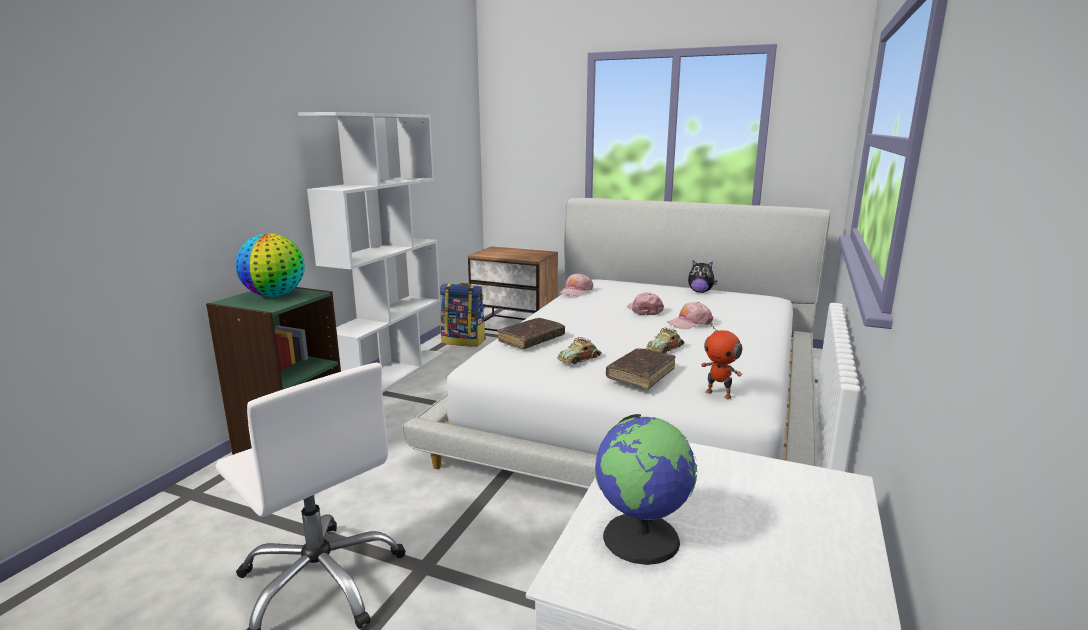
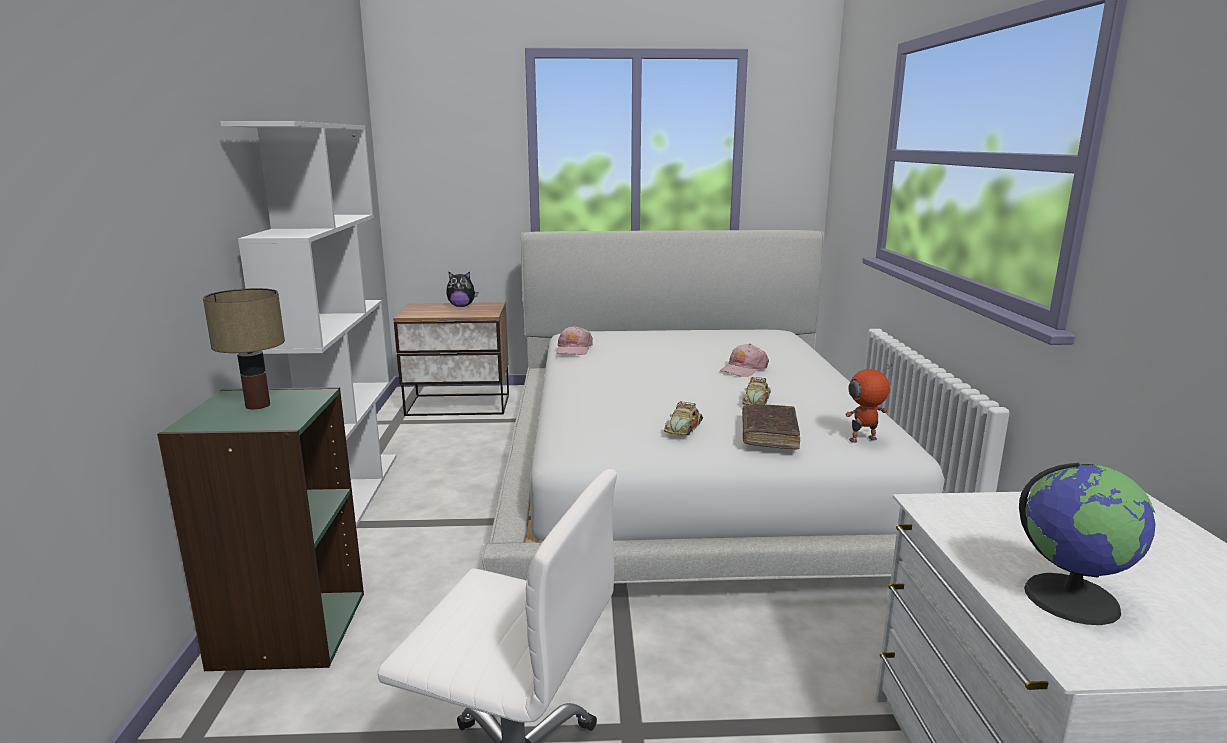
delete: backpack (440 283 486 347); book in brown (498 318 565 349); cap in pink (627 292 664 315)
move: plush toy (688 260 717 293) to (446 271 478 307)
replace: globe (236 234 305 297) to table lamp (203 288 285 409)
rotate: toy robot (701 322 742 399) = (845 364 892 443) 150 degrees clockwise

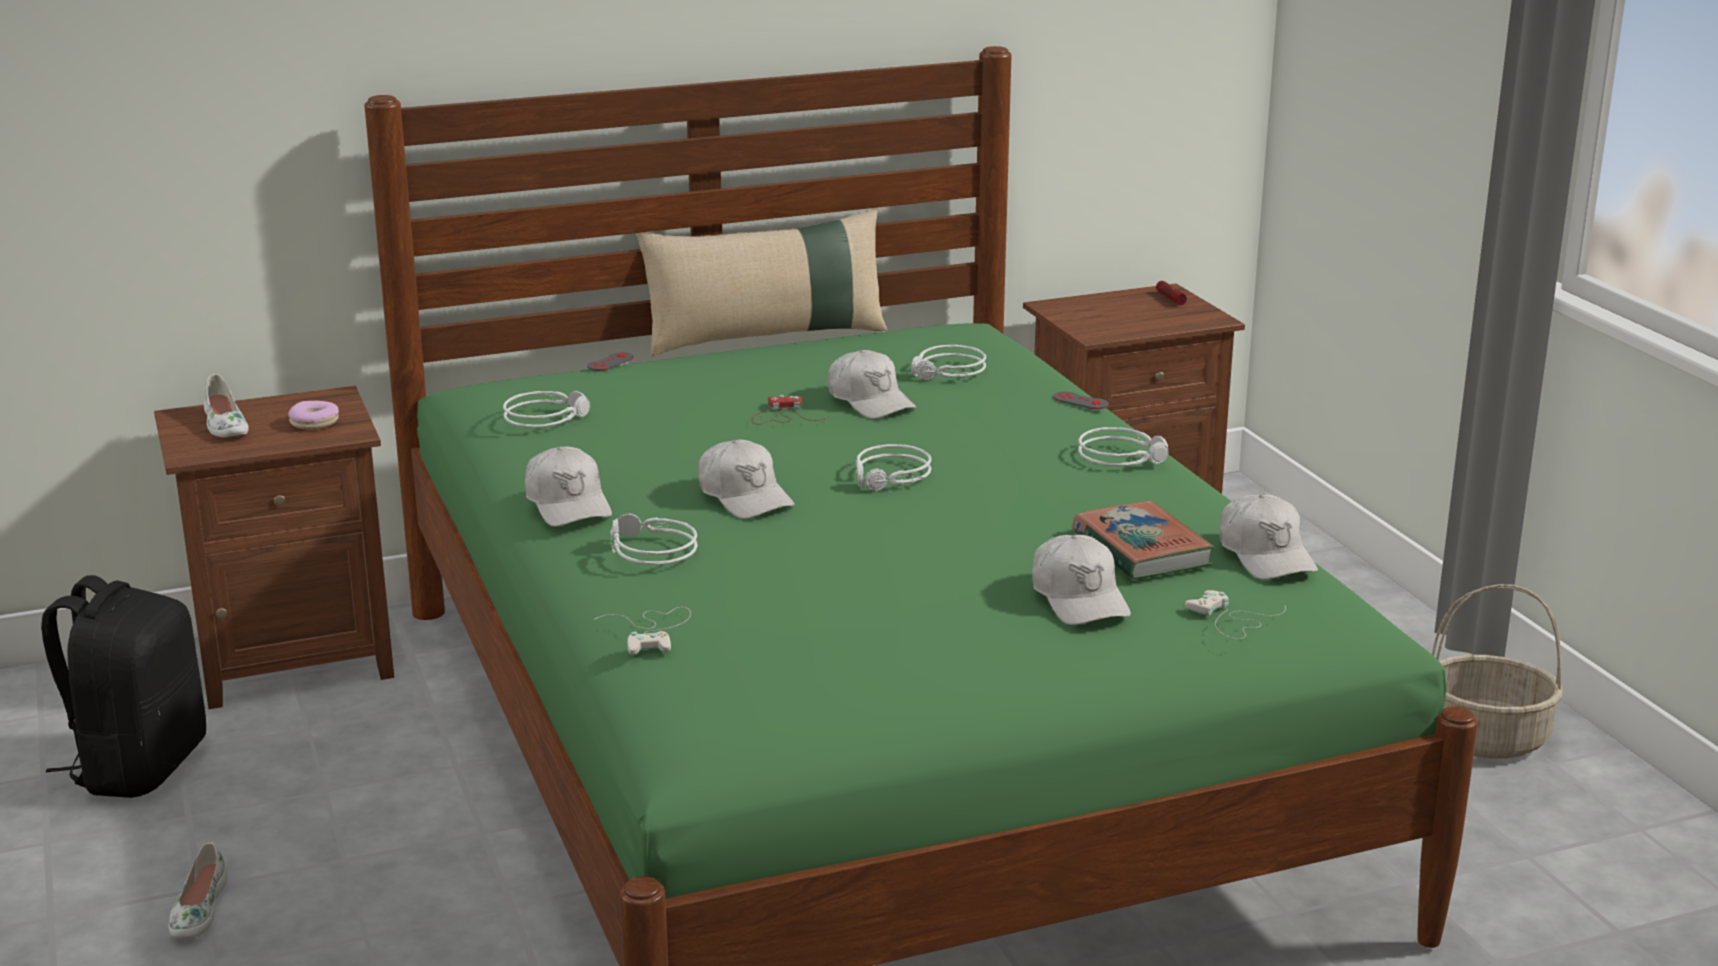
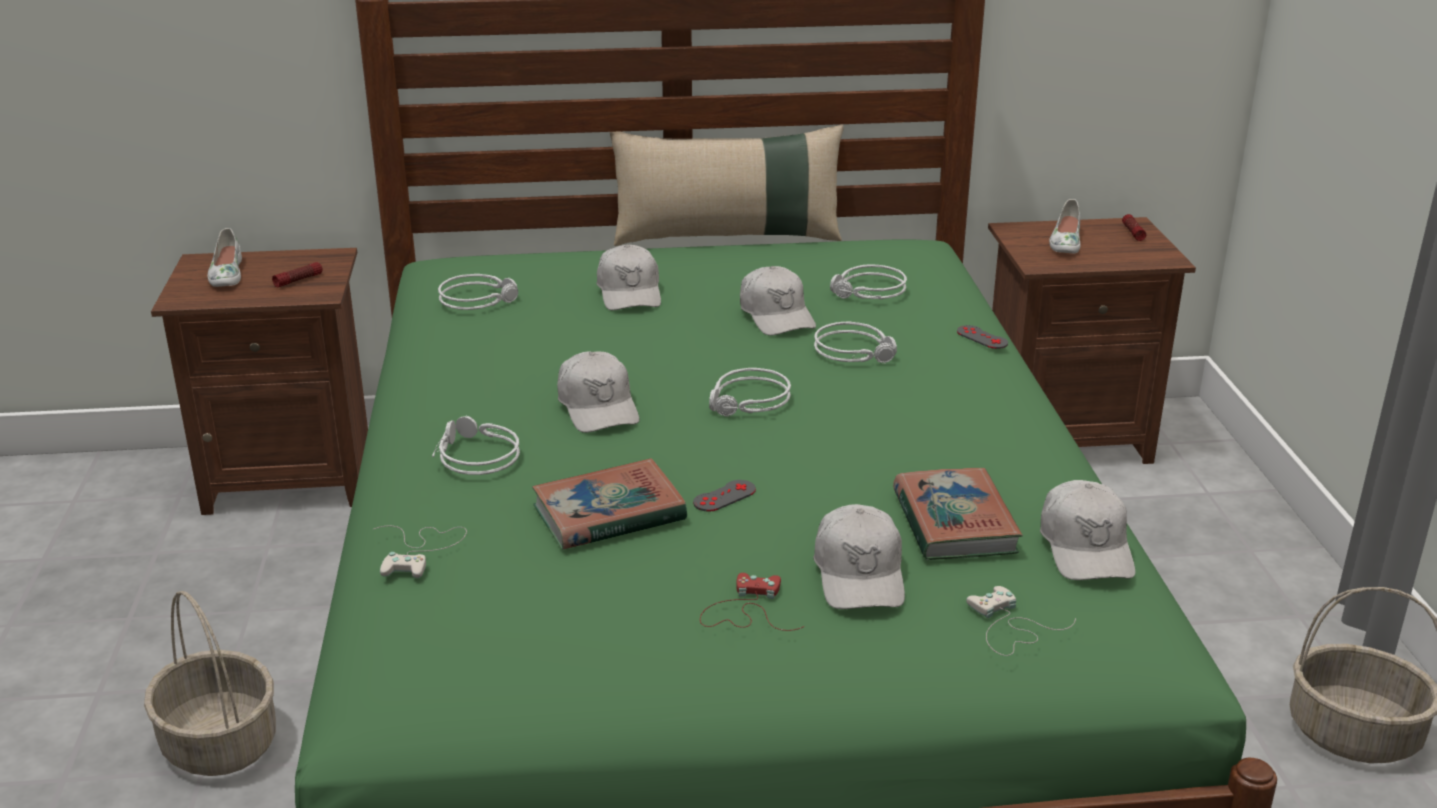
delete: backpack in black (41 575 206 798)
insert: basket (144 591 276 776); book (532 458 687 550)
move: cap in white (525 446 612 527) to (596 244 661 310); game controller in grey (587 352 633 371) to (693 480 756 511); game controller in red (751 395 830 424) to (700 573 804 631); headphones in grey (1078 427 1169 466) to (814 322 897 363); shoe in white (168 842 227 939) to (1049 199 1081 254)
replace: donut (288 401 339 430) to flashlight (272 262 323 287)

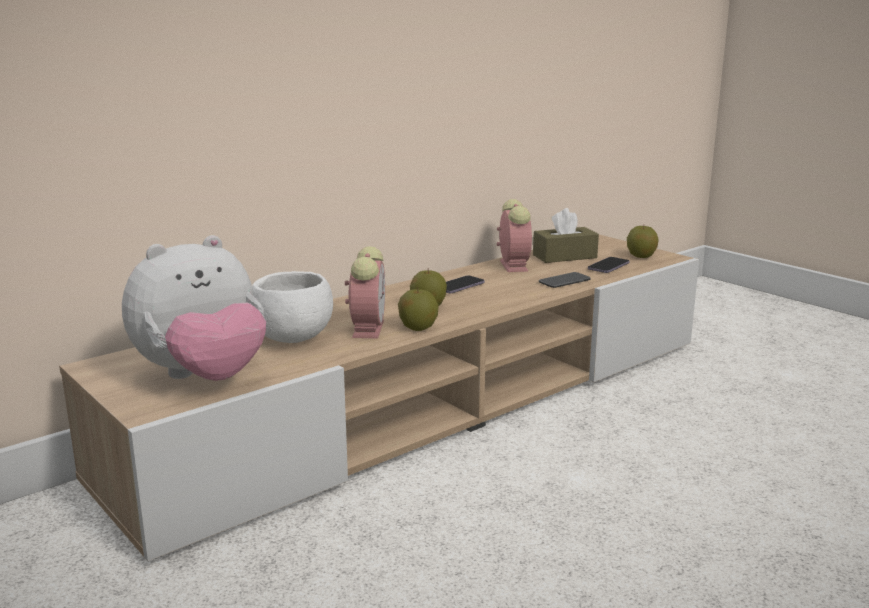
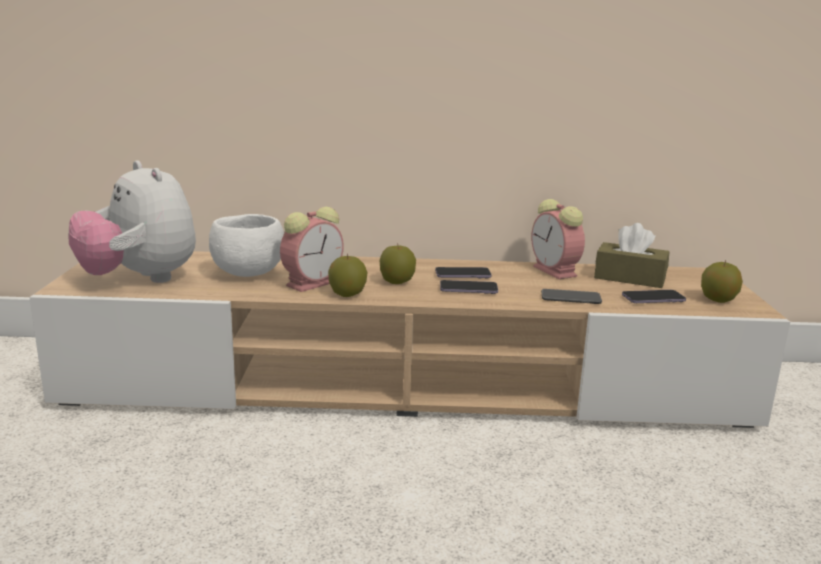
insert: phone (440 280 498 294)
rotate: plush toy (122 235 266 381) = (69 160 196 283) 45 degrees clockwise; alarm clock (497 199 532 272) = (531 199 585 279) 120 degrees clockwise

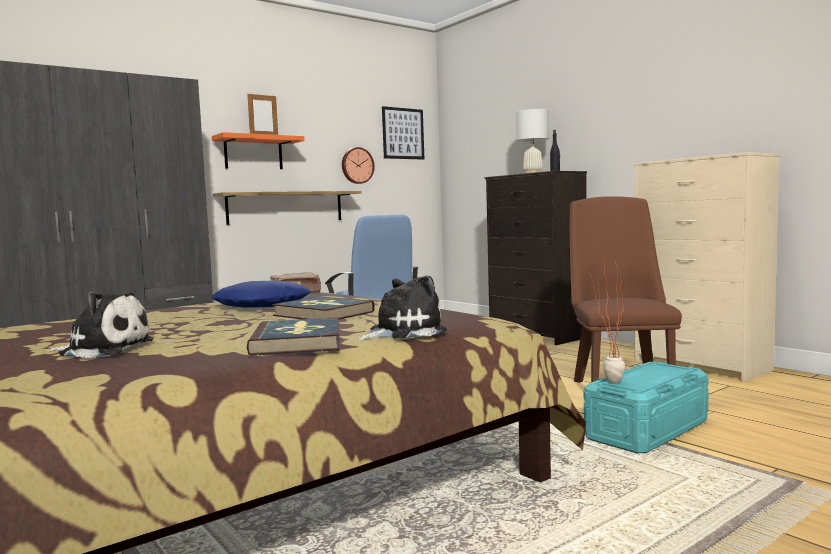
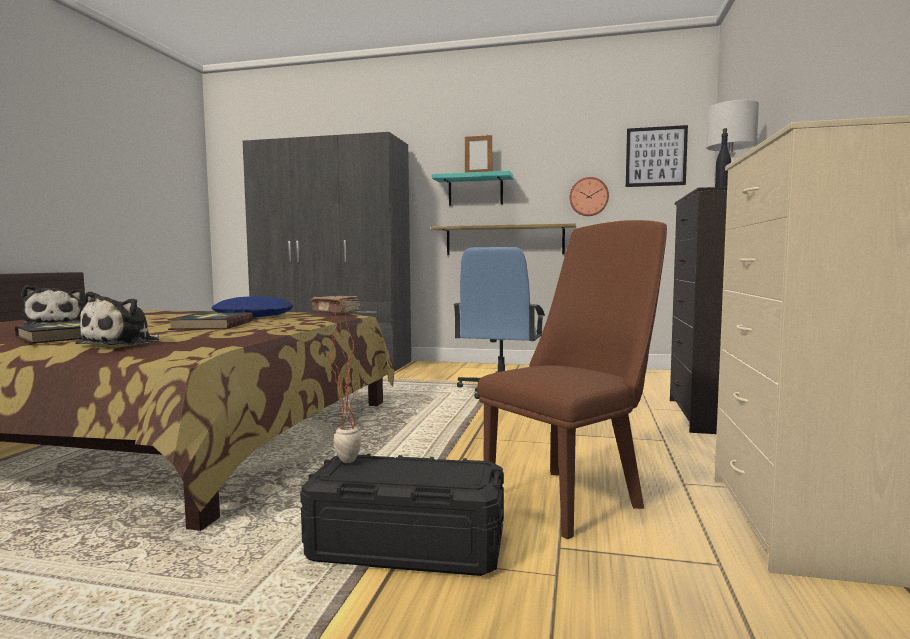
recolor: storage box in turquoise (584 362 709 453) to storage box in black (300 454 504 576); shelf in orange (212 132 305 169) to shelf in turquoise (432 171 514 206)
rotate: plush toy (357 275 447 340) = (76 291 160 345) 90 degrees clockwise

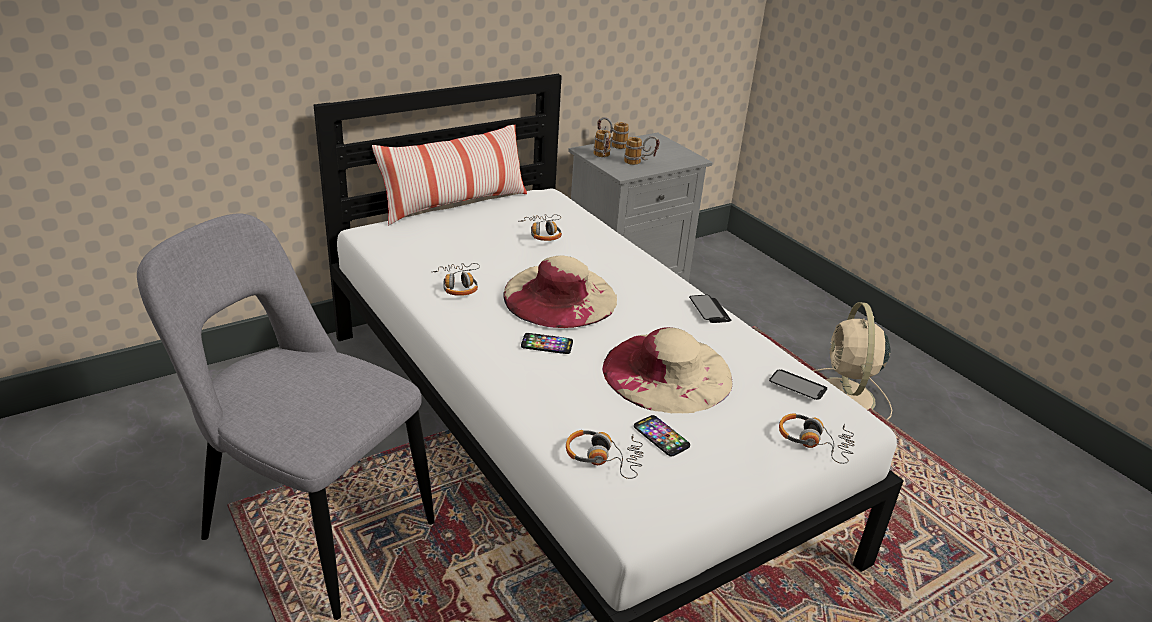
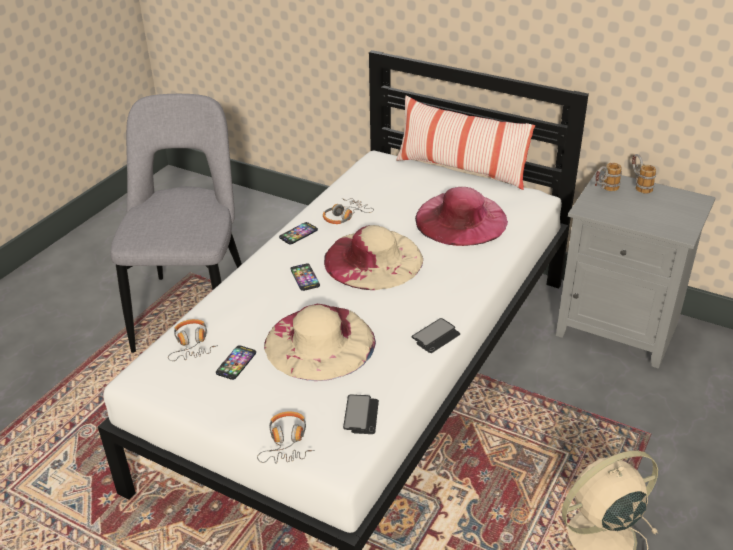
delete: mug (624 136 660 165)
insert: phone (279 222 318 245)
replace: headphones (521 214 562 241) to hat in pink (415 187 508 246)

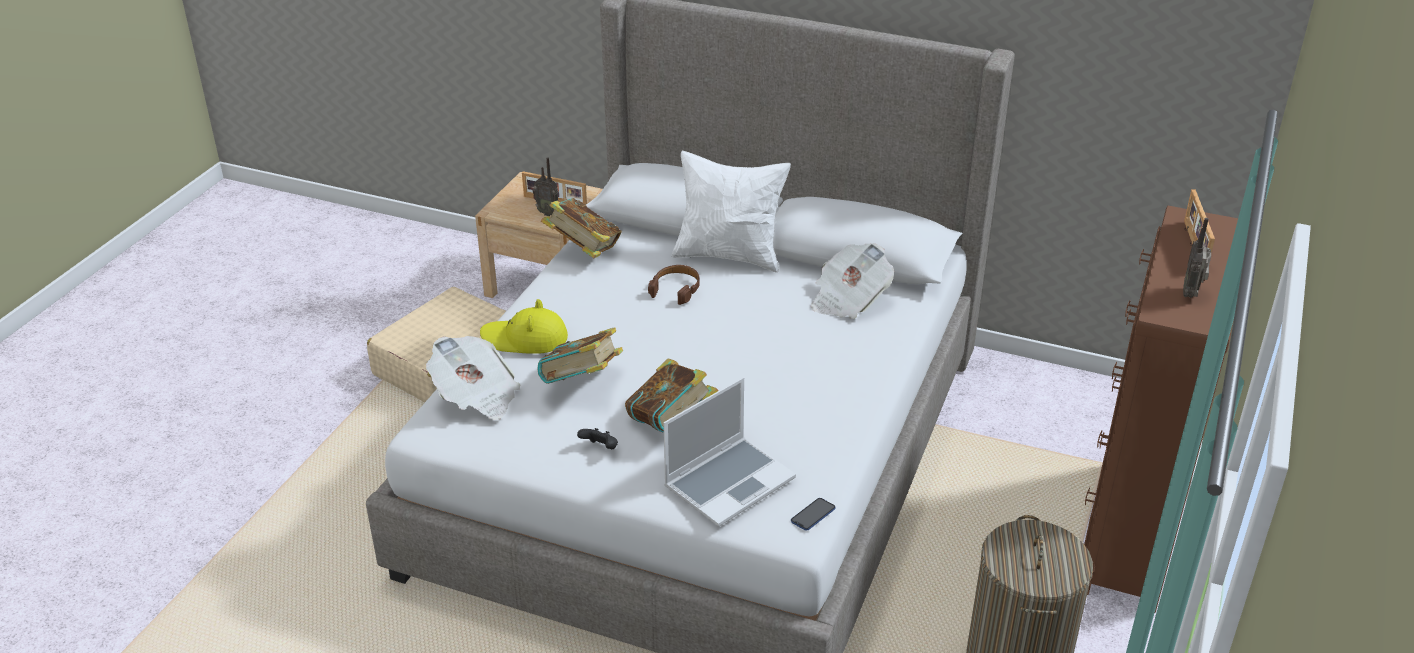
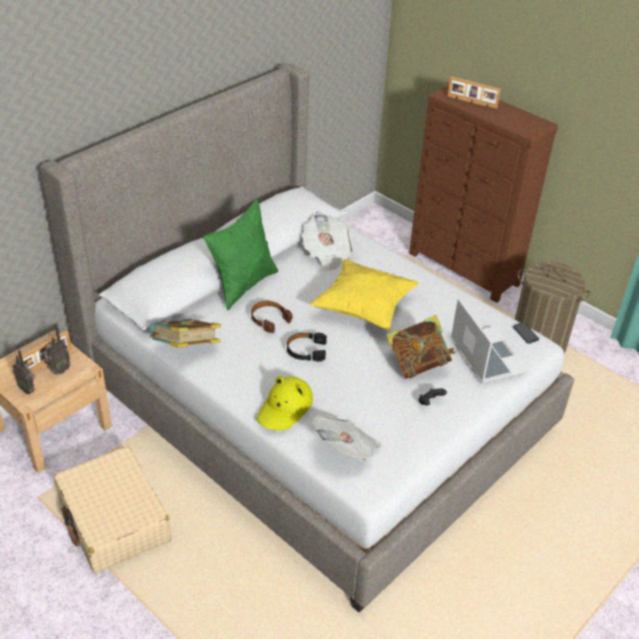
delete: book (537 327 623 384)
insert: headphones in black (287 333 327 362); pillow in yellow (310 259 419 330)
move: radio (1183 218 1211 298) to (12 350 35 394)
recolor: pillow in white (672 151 791 273) to pillow in green (203 199 278 310)

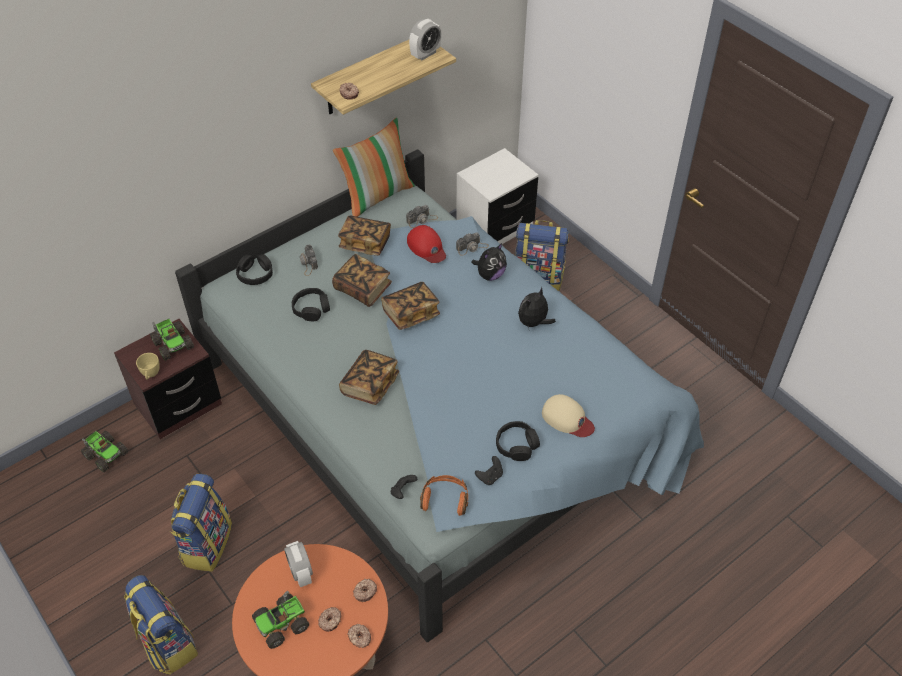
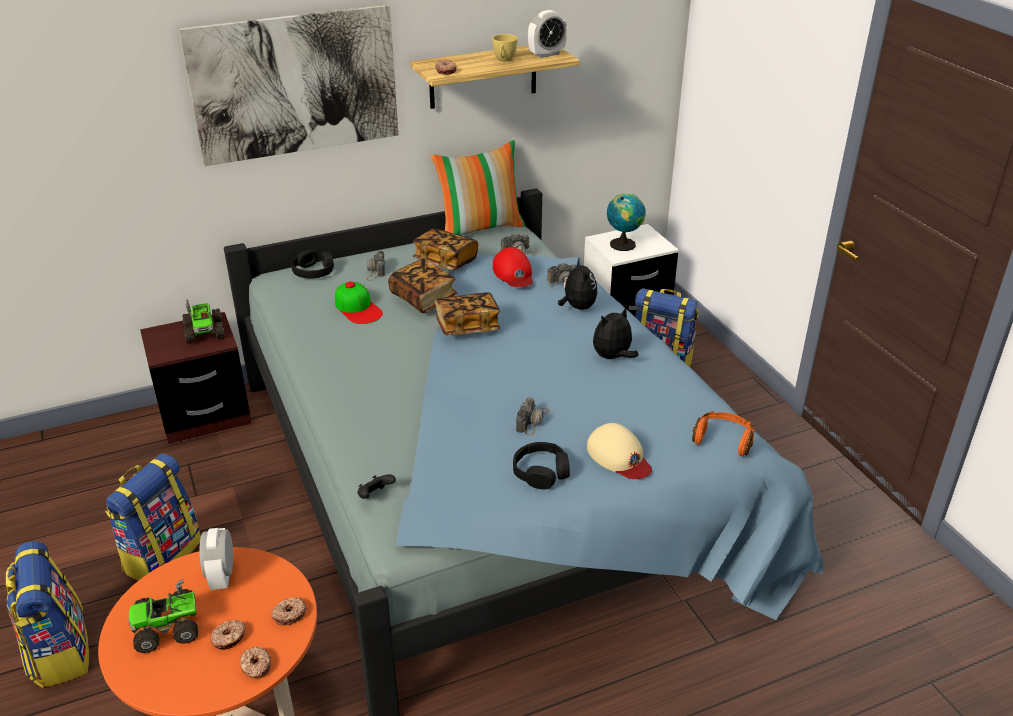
delete: toy truck (81 431 128 472); book (339 350 399 405); game controller in black (475 456 503 485)
insert: picture (179 5 398 166); photo camera (516 397 549 435); globe (607 193 646 251)
move: cup in yellow (136 353 160 380) to (492 34 518 61); headphones in orange (420 475 468 516) to (692 411 754 456)
replace: headphones in black (292 288 330 321) to cap (335 282 383 324)
rotate: plush toy (471 243 507 281) = (558 258 598 310) 75 degrees counterclockwise

